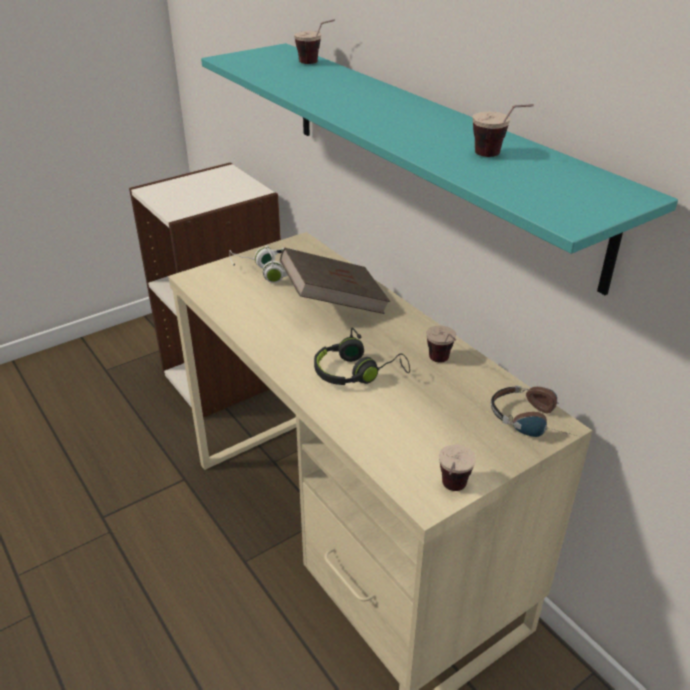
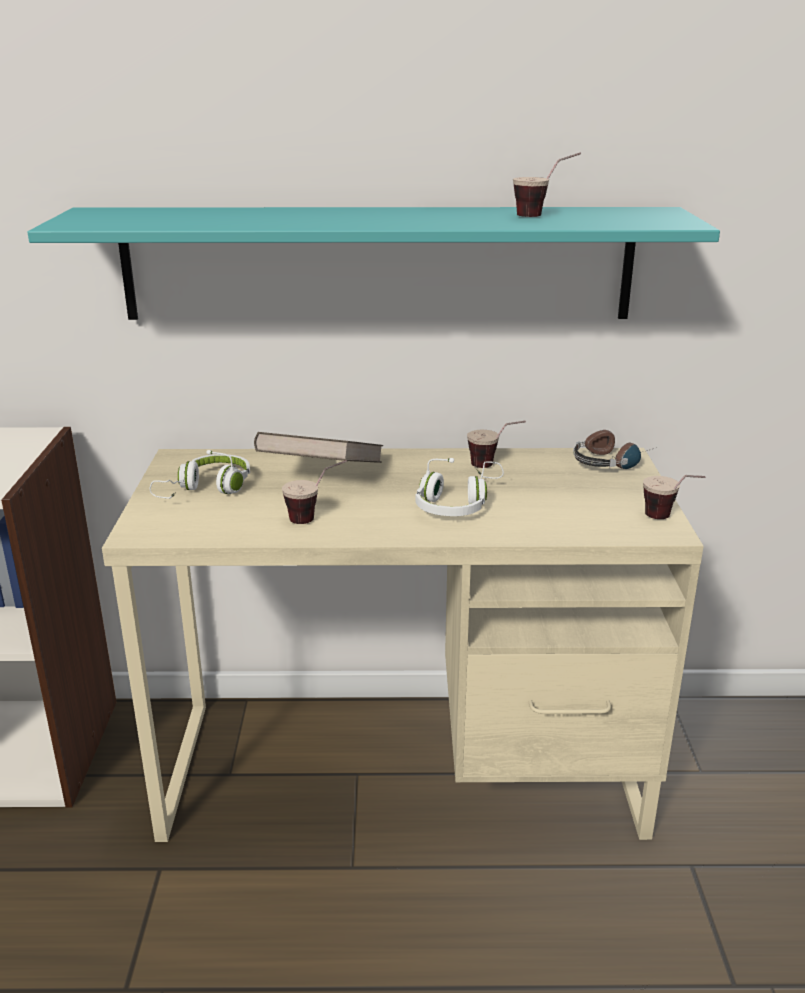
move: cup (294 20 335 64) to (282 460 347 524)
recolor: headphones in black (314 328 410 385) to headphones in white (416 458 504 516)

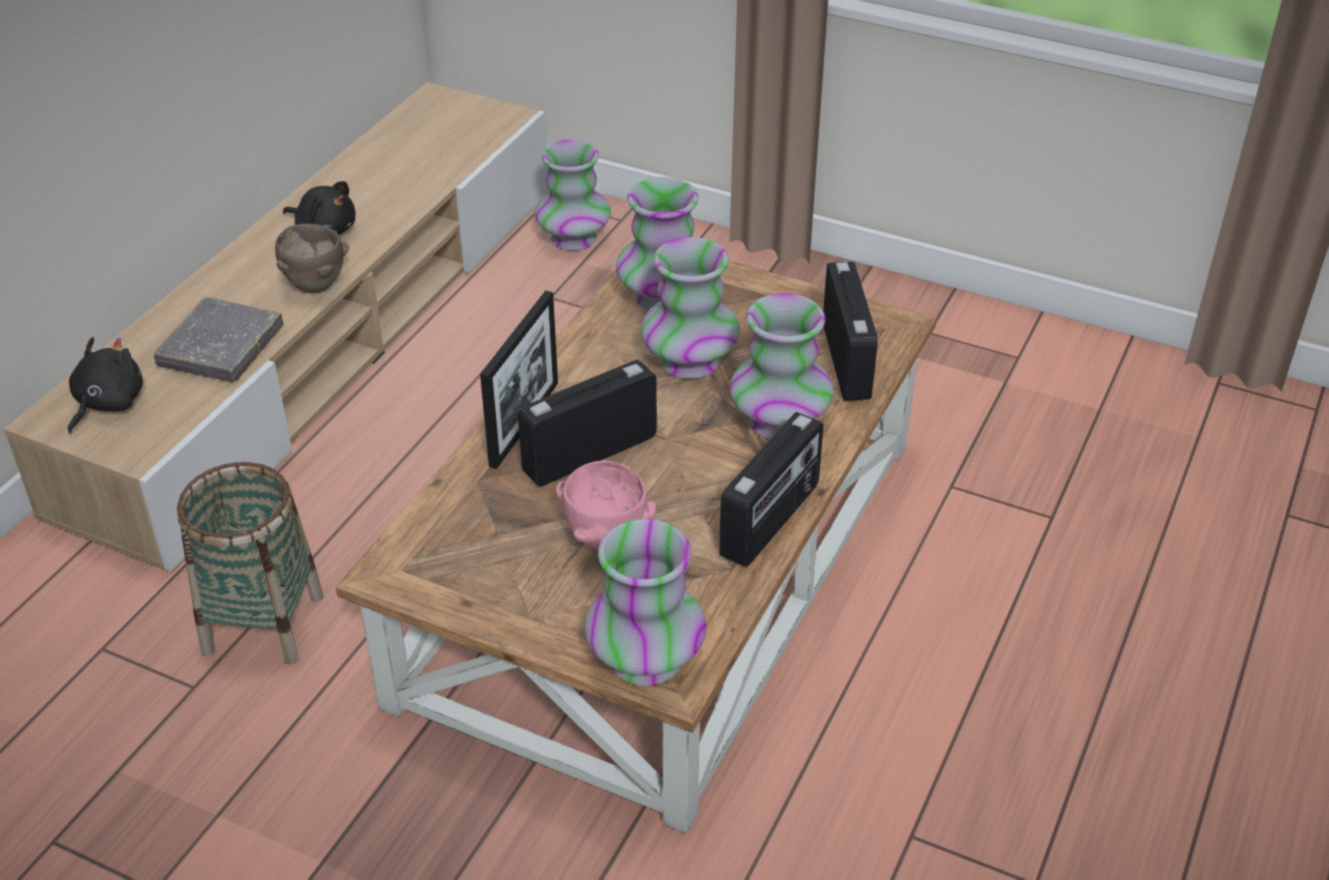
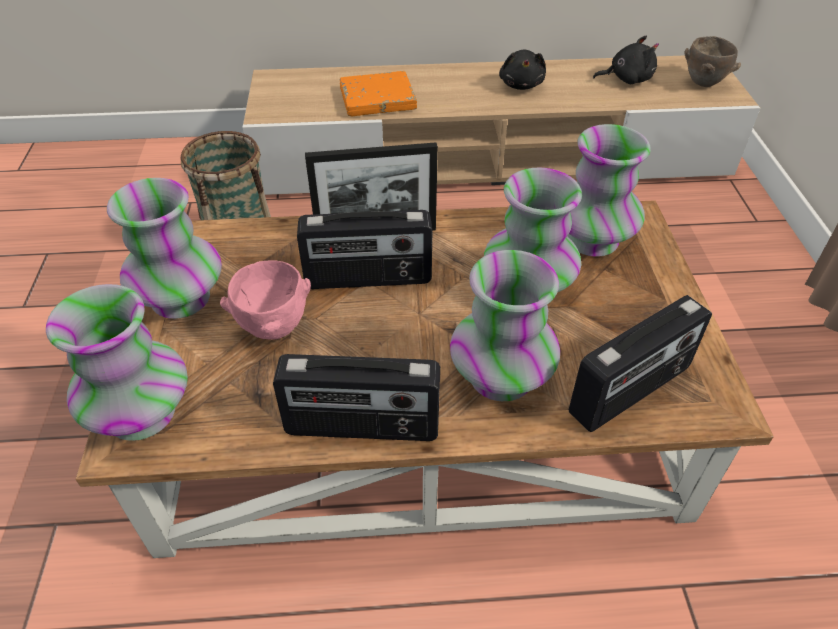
move: vase (534 140 611 251) to (107 178 222 319); plush toy in black (68 337 143 434) to (593 36 659 84); bowl in brown (275 224 349 293) to (684 36 741 87)
recolor: book in grey (154 297 283 382) to book in orange (340 71 417 116)
rotate: radio (518 360 657 486) = (297 210 432 289) 150 degrees clockwise

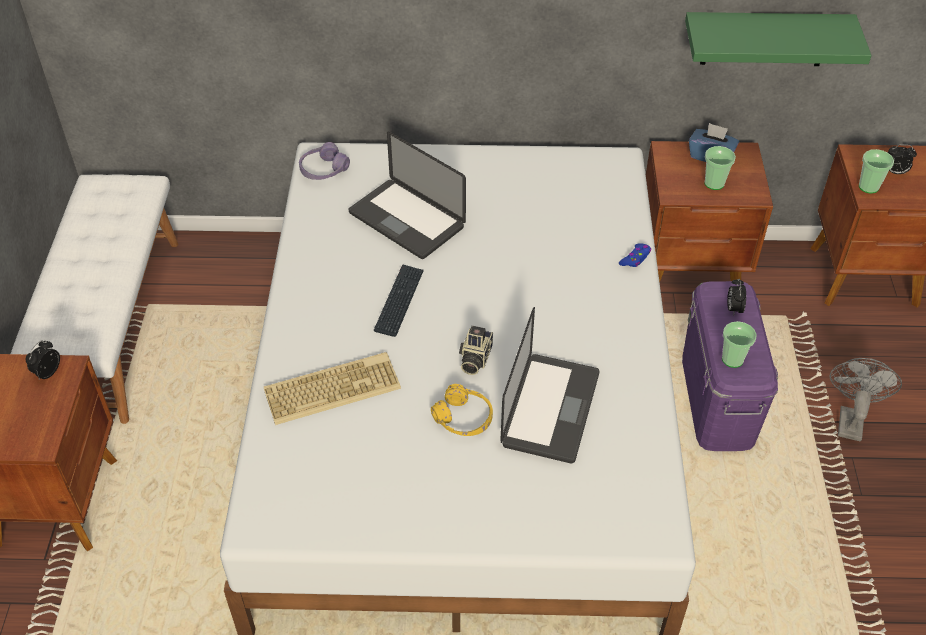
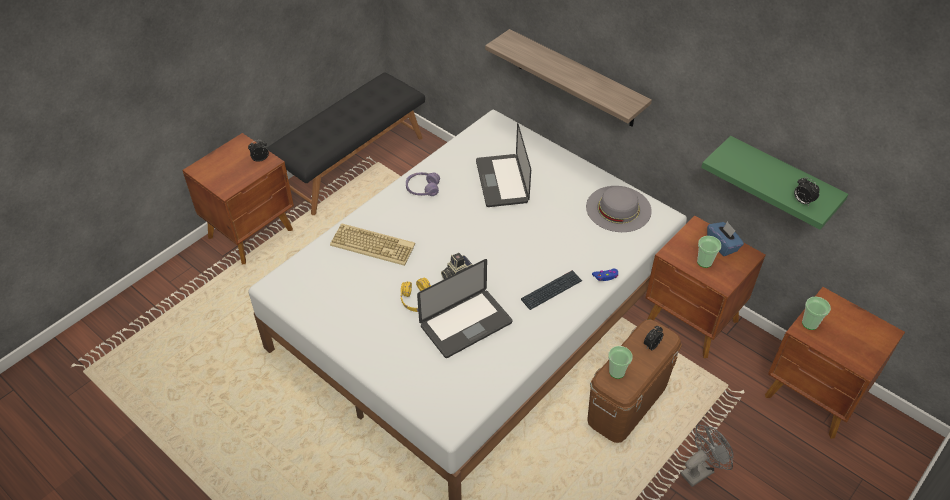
insert: shelf (485 29 652 127); hat in grey (586 186 652 232)
move: headphones in purple (299 142 350 180) to (406 172 440 196); keyboard (374 264 424 337) to (521 270 582 310); alarm clock (888 144 917 174) to (794 177 819 206)
recolor: bench in white (11 175 178 424) to bench in black (267 72 425 215); storage box in purple (682 281 778 451) to storage box in brown (587 319 682 443)

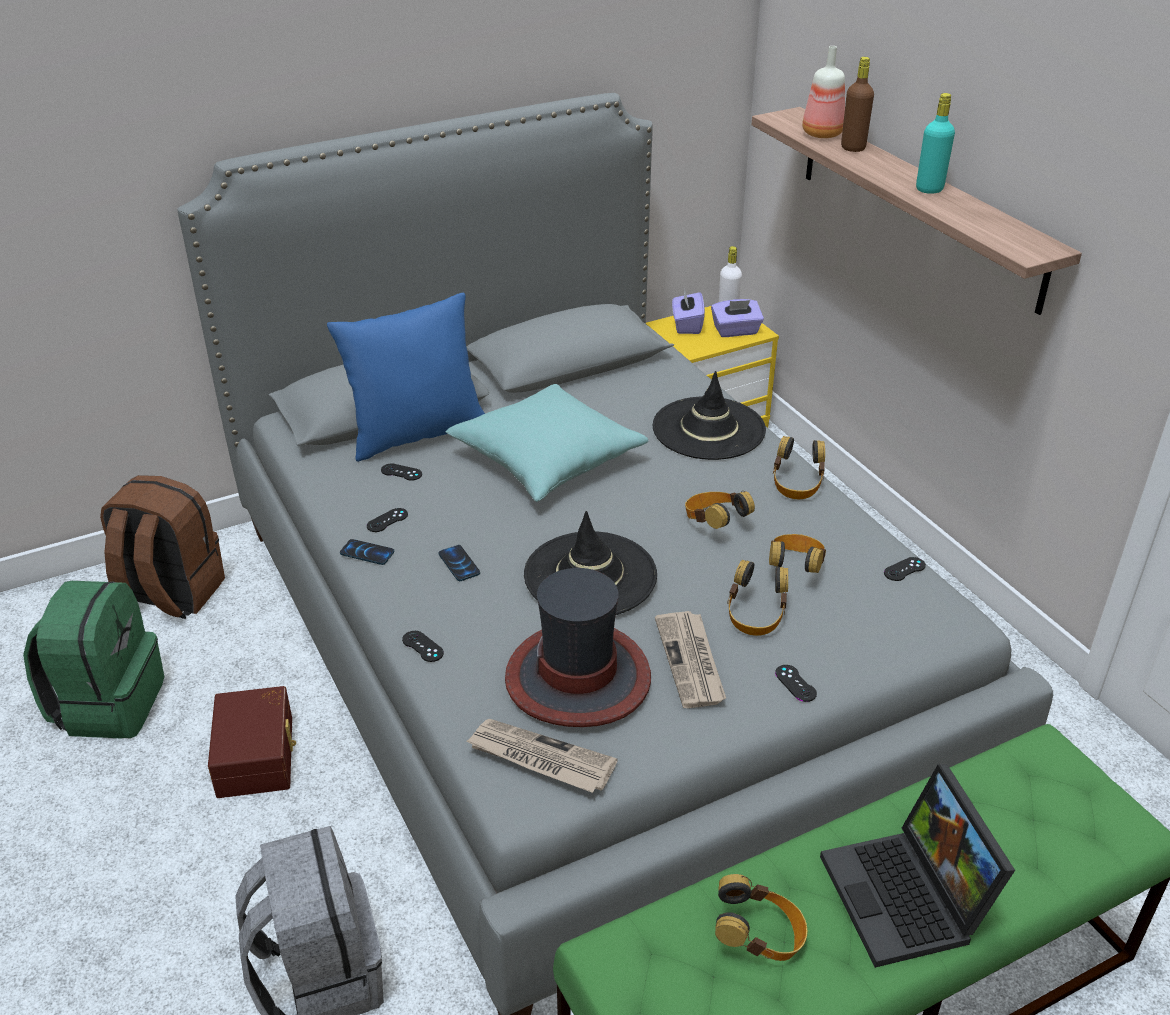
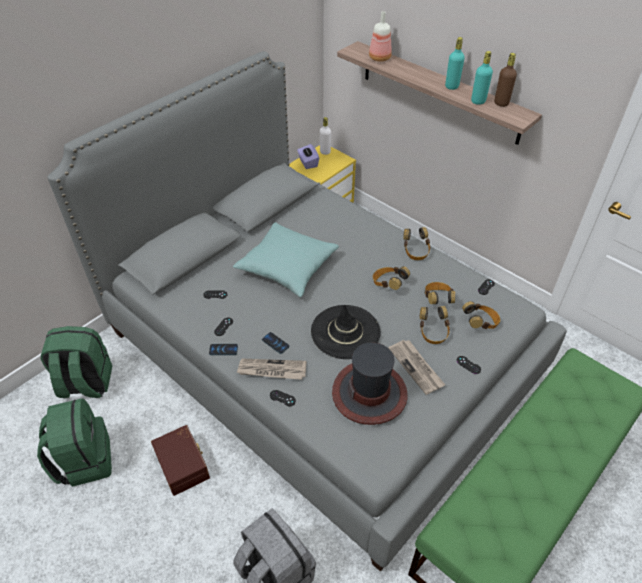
delete: pillow in blue (327 293 485 462); hat in black (653 371 766 460); tissue box in purple (711 299 764 337); laptop (820 764 1015 968)
insert: bottle in turquoise (471 51 493 105)
move: newspaper (466 719 618 793) to (237 359 306 380); headphones (715 874 807 961) to (462 301 500 329); bottle in brown (841 57 874 152) to (494 53 517 107)
recolor: backpack in brown (100 475 225 619) to backpack in green (41 326 112 398)

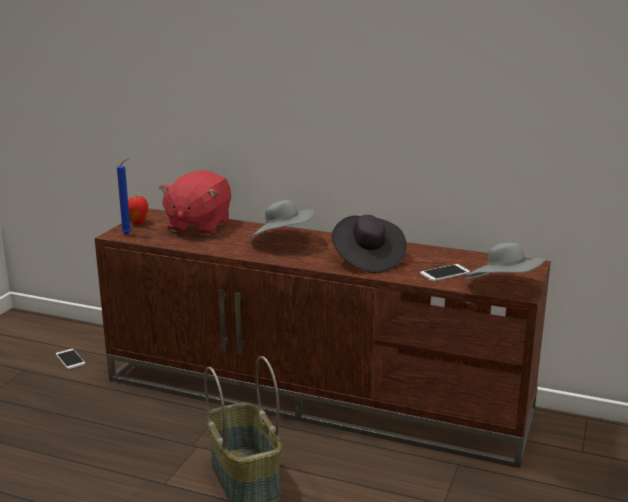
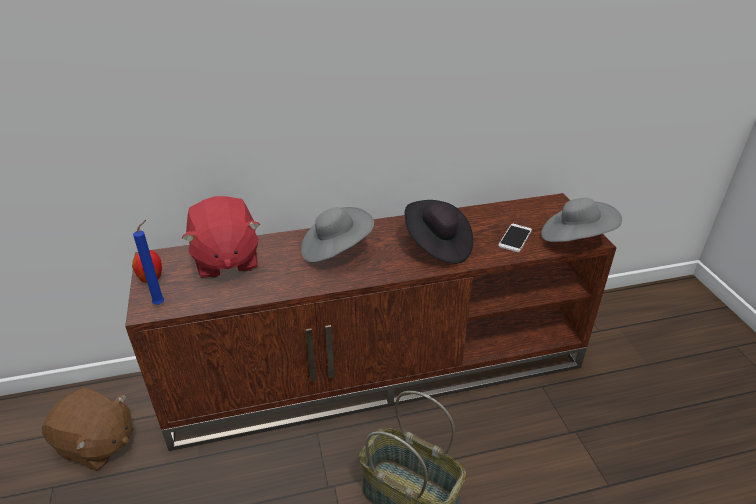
replace: phone (56 349 85 369) to plush toy in brown (42 388 133 471)

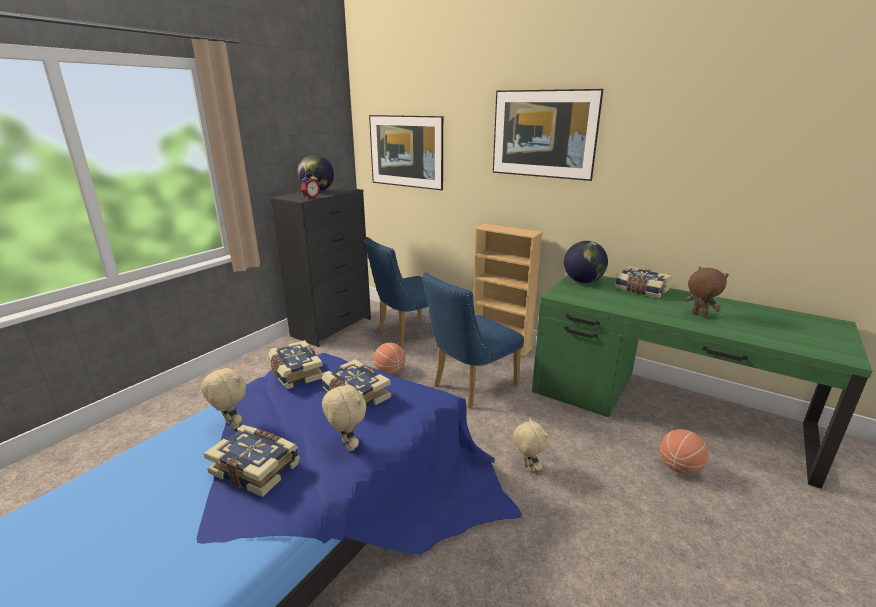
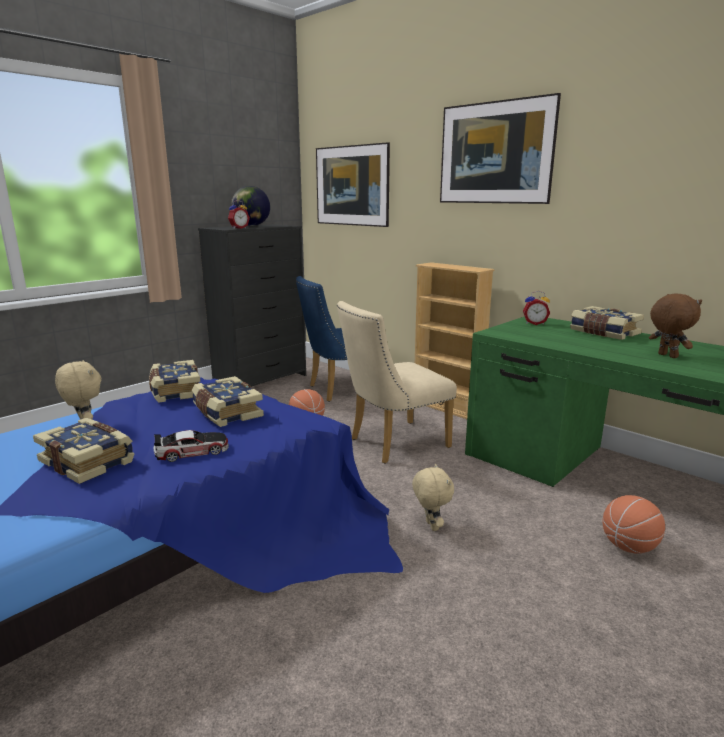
replace: plush toy in beige (322 381 367 451) to toy car (153 430 229 462); globe (564 241 608 283) to alarm clock (523 291 550 325)
recolor: chair in blue (422 273 524 408) to chair in beige (337 301 457 464)

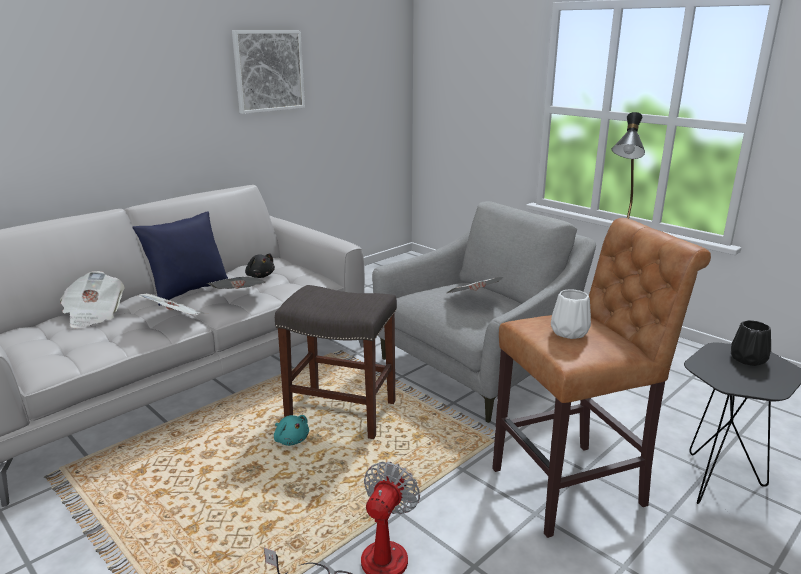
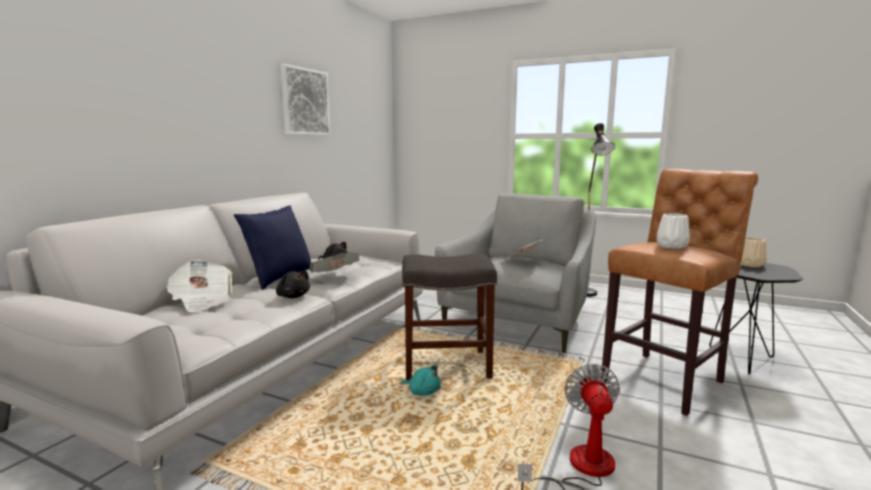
replace: newspaper (139 294 209 315) to plush toy in black (276 270 310 298)
recolor: vase in black (731 320 771 366) to vase in beige (740 237 767 267)

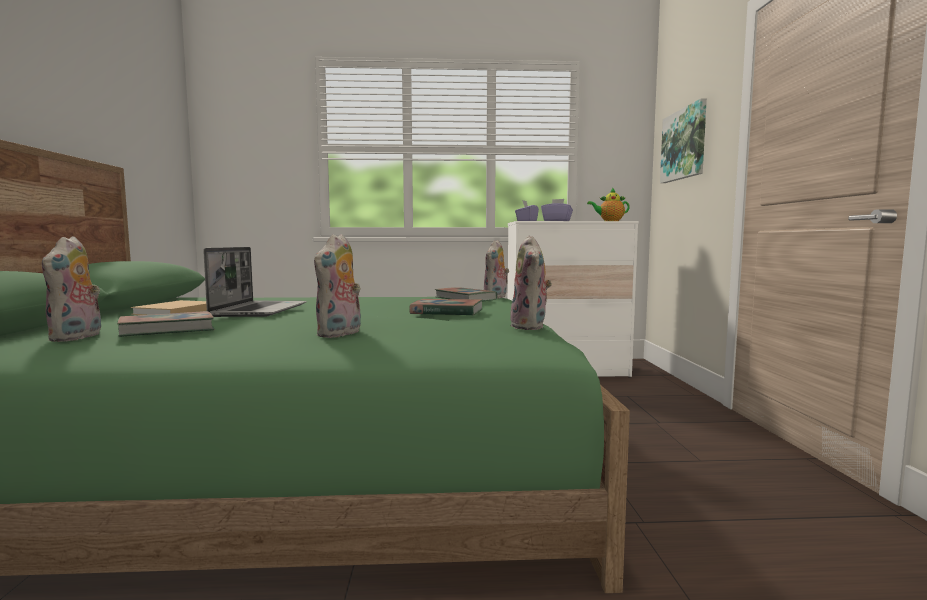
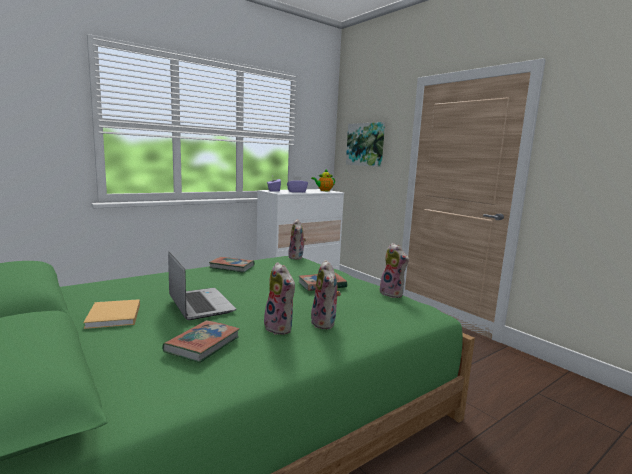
move: book (435 287 497 302) to (209 257 254 273); plush toy (42 236 101 342) to (264 262 295 335)

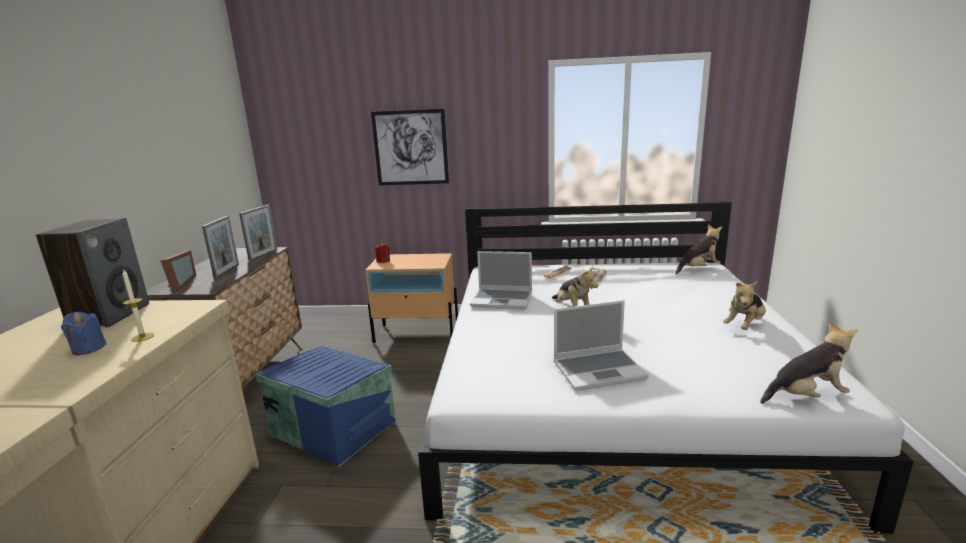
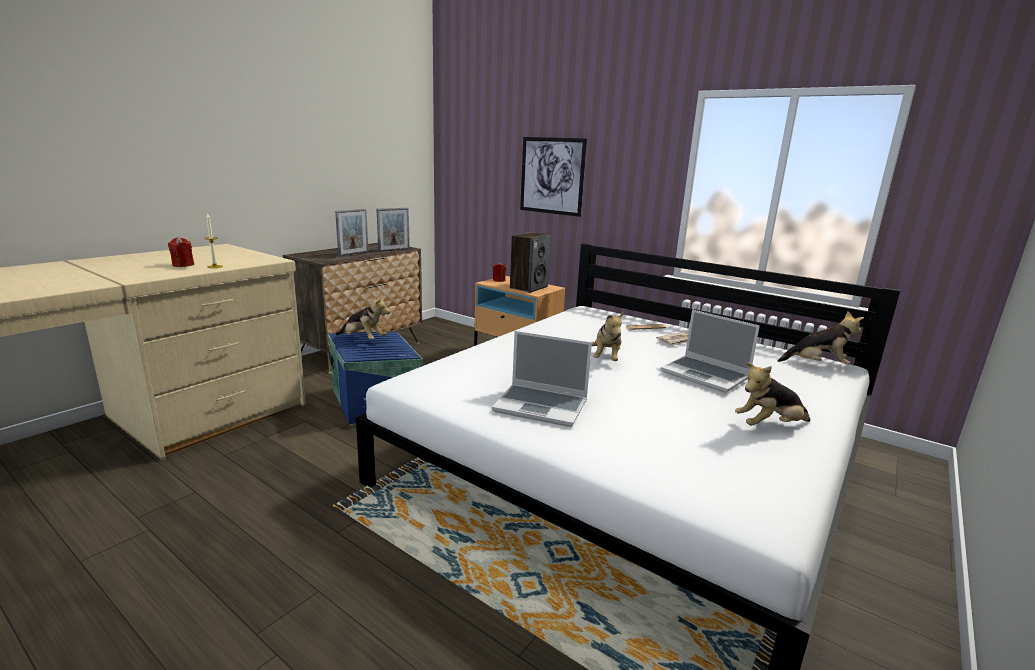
delete: picture frame (160 250 196 292)
move: plush toy (760 321 858 404) to (335 295 390 339); speaker (36 218 149 327) to (510 232 551 293); laptop (470 251 532 310) to (661 309 760 393)
recolor: candle in blue (61 312 106 355) to candle in red (168 237 194 267)

